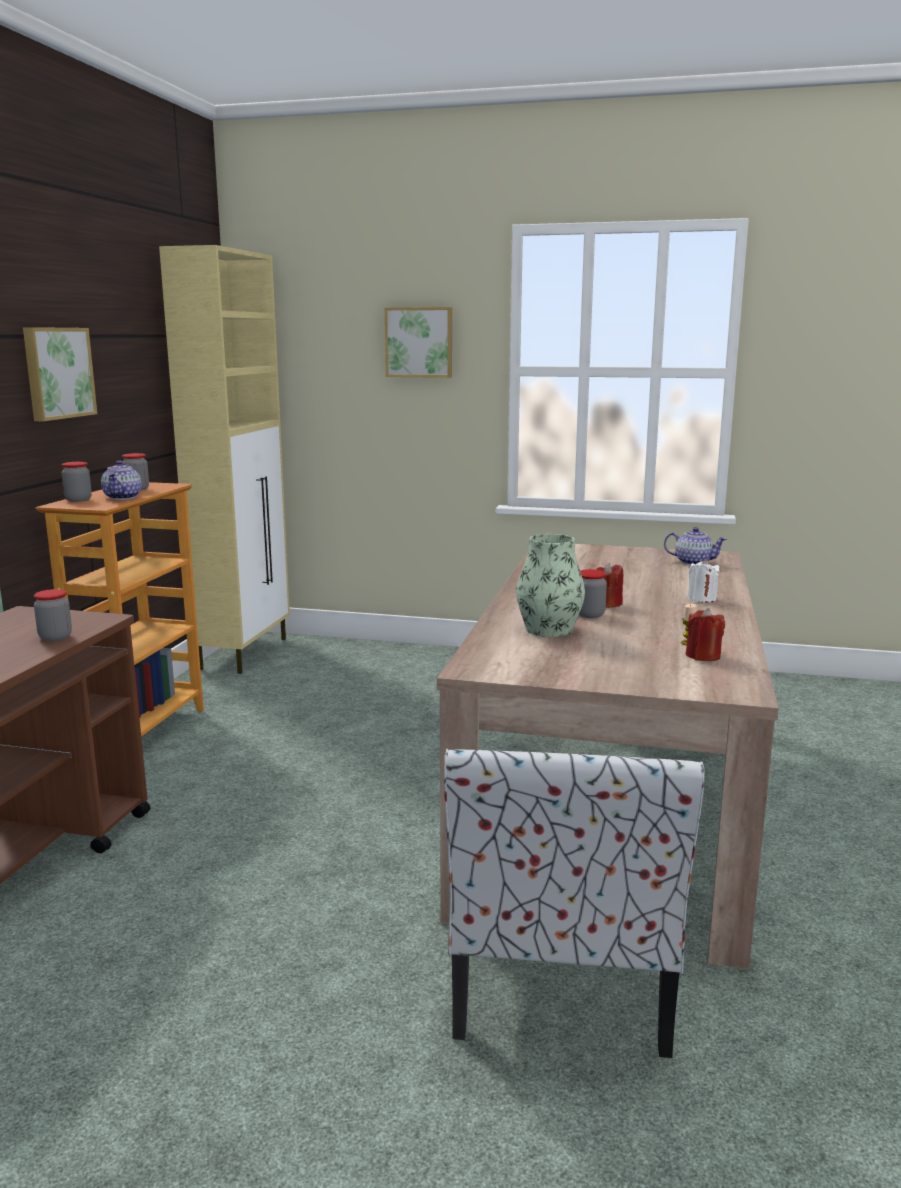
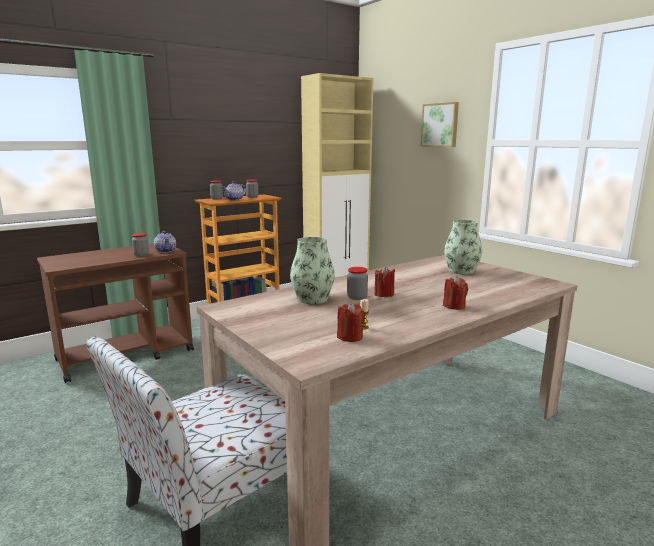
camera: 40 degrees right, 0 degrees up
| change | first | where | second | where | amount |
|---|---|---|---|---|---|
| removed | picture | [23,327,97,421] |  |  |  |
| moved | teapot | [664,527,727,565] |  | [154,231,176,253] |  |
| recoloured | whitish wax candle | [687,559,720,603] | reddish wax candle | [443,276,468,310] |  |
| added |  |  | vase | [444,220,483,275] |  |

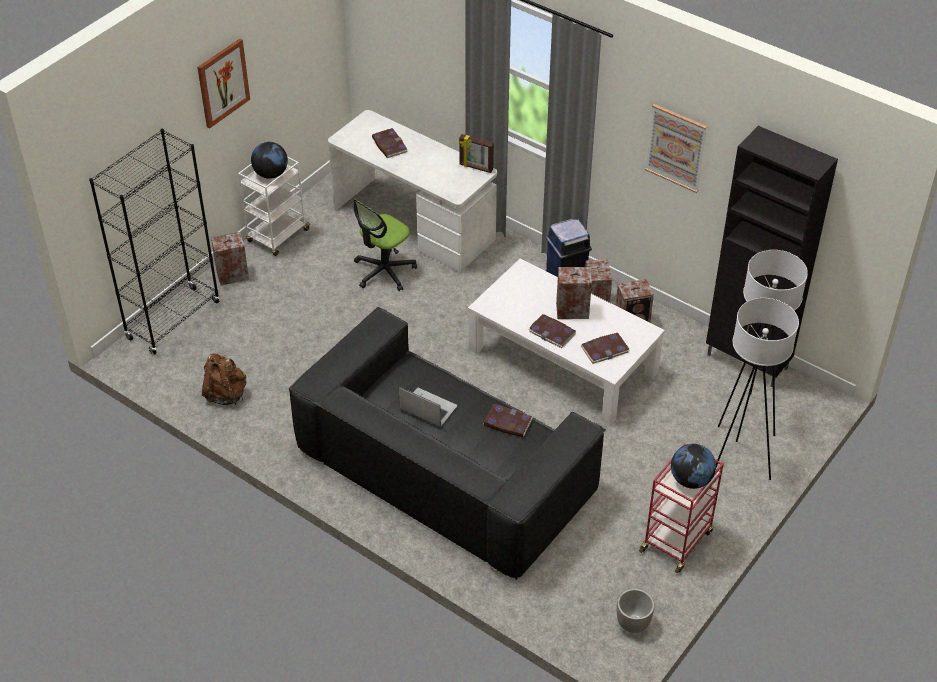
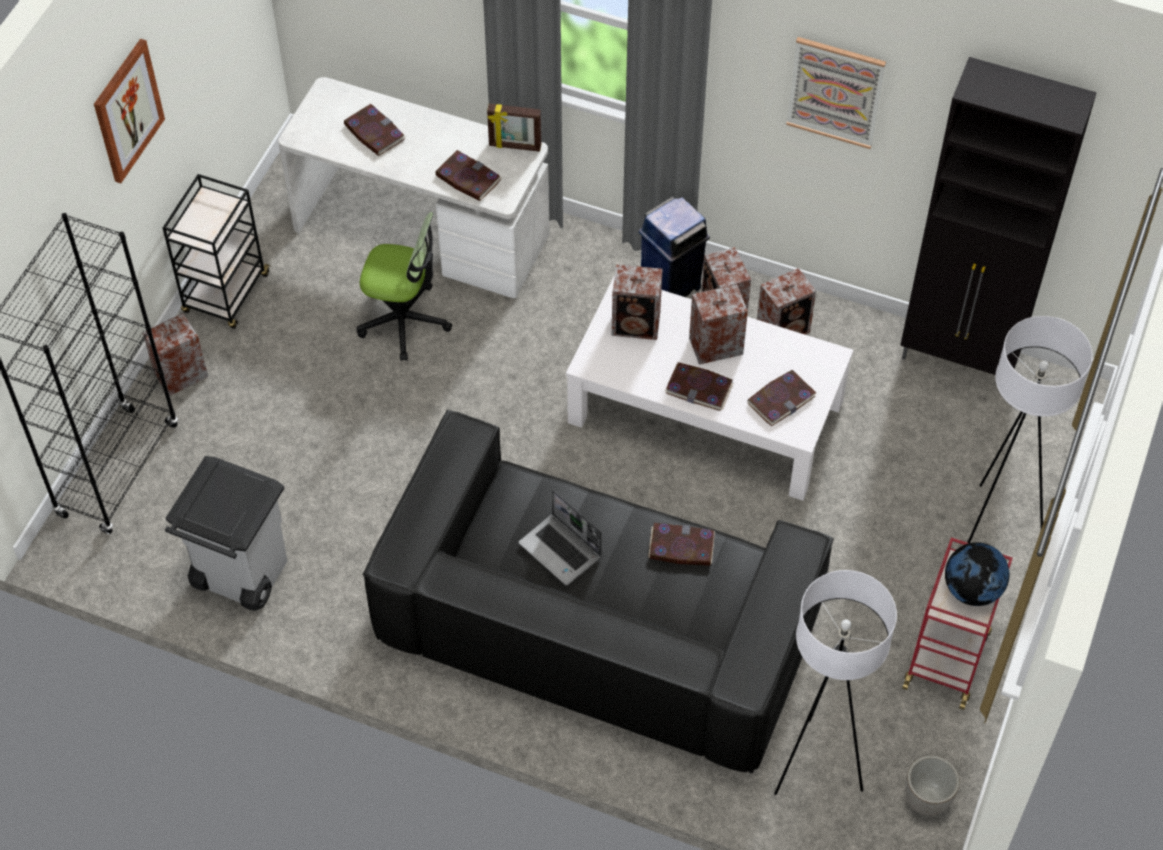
camera: 15 degrees left, 10 degrees up
| change | first | where | second | where | amount |
|---|---|---|---|---|---|
| replaced | brown-coloured backpack | [202,354,247,405] | greyish waste bin | [165,456,287,611] |  |
| recoloured | whitish wheeled cart | [238,157,311,256] | blackish wheeled cart | [163,174,271,329] |  |
| removed | world globe | [251,142,288,179] |  |  |  |
| turned | desk chair | [353,198,417,291] |  | [356,212,452,361] | 105 degrees counterclockwise |
| turned | portable computer | [399,387,457,427] |  | [519,489,602,586] | 150 degrees counterclockwise |
| moved | whitish standing lamp | [718,250,808,436] |  | [774,570,897,795] |  |
| added |  |  | volume | [435,150,502,201] |  |
| added |  |  | loudspeaker | [612,264,663,340] |  |

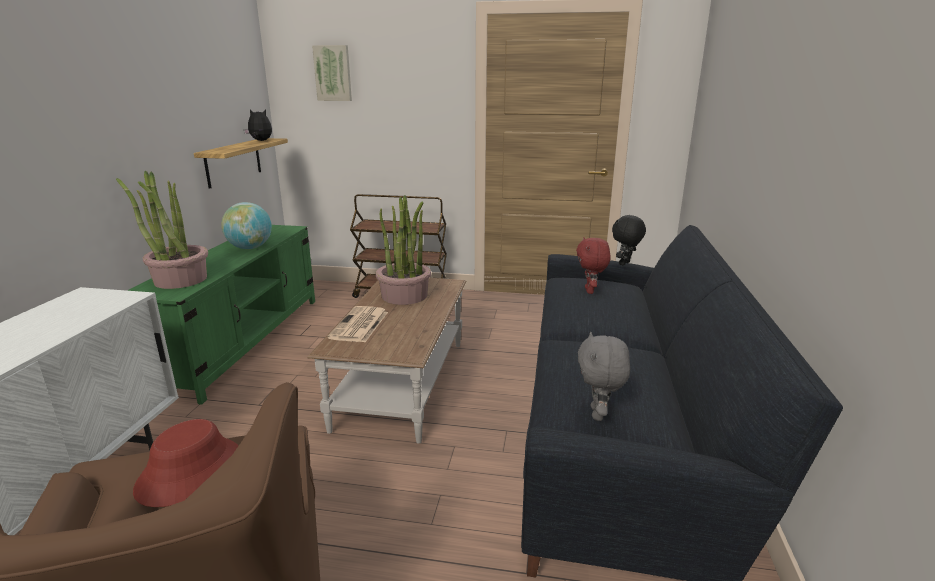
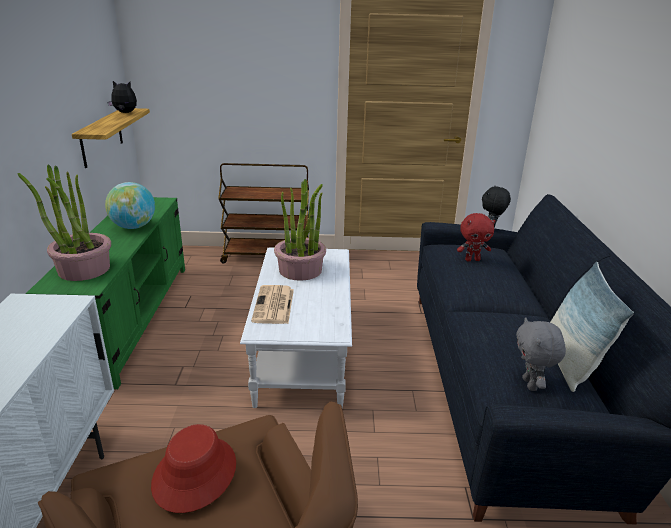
camera: 10 degrees left, 5 degrees up
| change | first | where | second | where | amount |
|---|---|---|---|---|---|
| recoloured | brown-coloured coffee table | [307,278,466,444] | whitish coffee table | [240,247,352,408] |  |
| removed | picture | [312,45,352,101] |  |  |  |
| turned | reddish soft toy | [576,237,611,294] |  | [457,213,496,261] | 90 degrees counterclockwise |
| added |  |  | throw pillow | [550,262,634,392] |  |

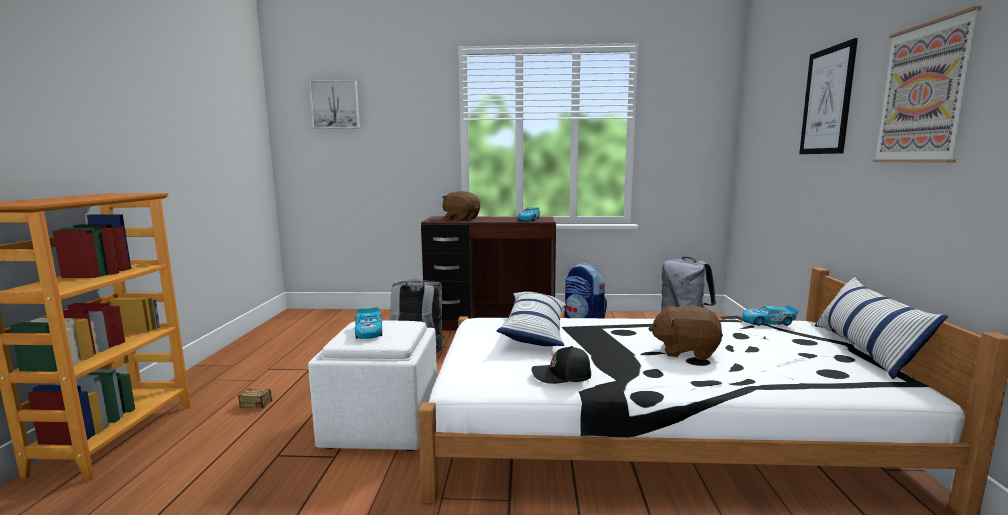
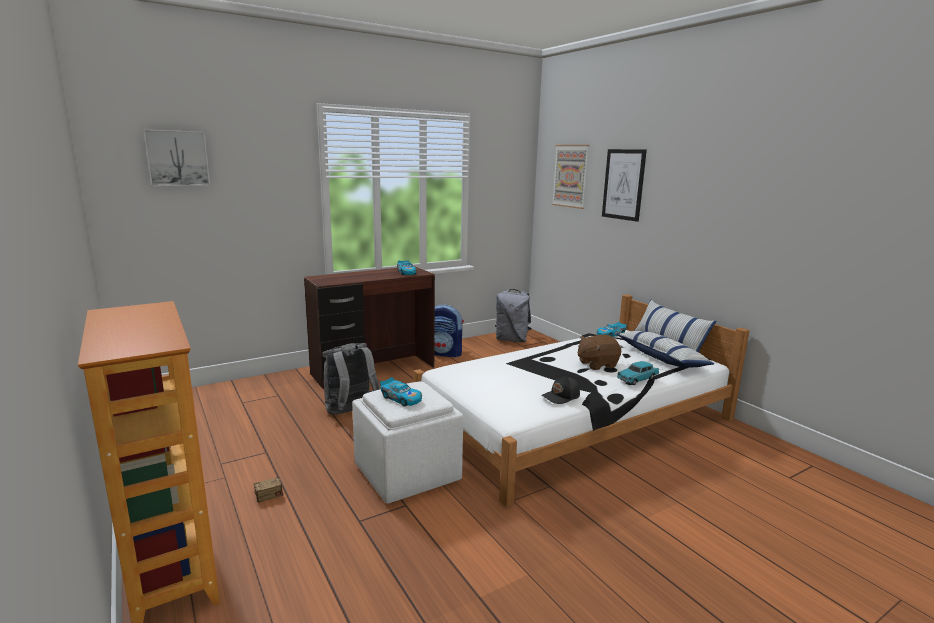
camera: 35 degrees left, 5 degrees up
| change | first | where | second | where | amount |
|---|---|---|---|---|---|
| removed | brown-coloured soft toy | [442,191,480,221] |  |  |  |
| moved | throw pillow | [497,292,567,346] |  | [616,331,714,368] |  |
| moved | picture | [873,6,982,163] |  | [552,145,590,209] |  |
| added |  |  | turquoise-coloured model car | [617,361,659,385] |  |

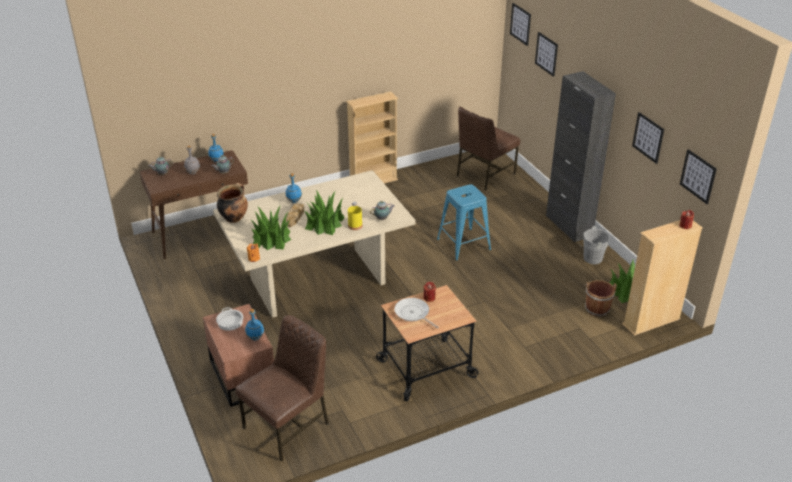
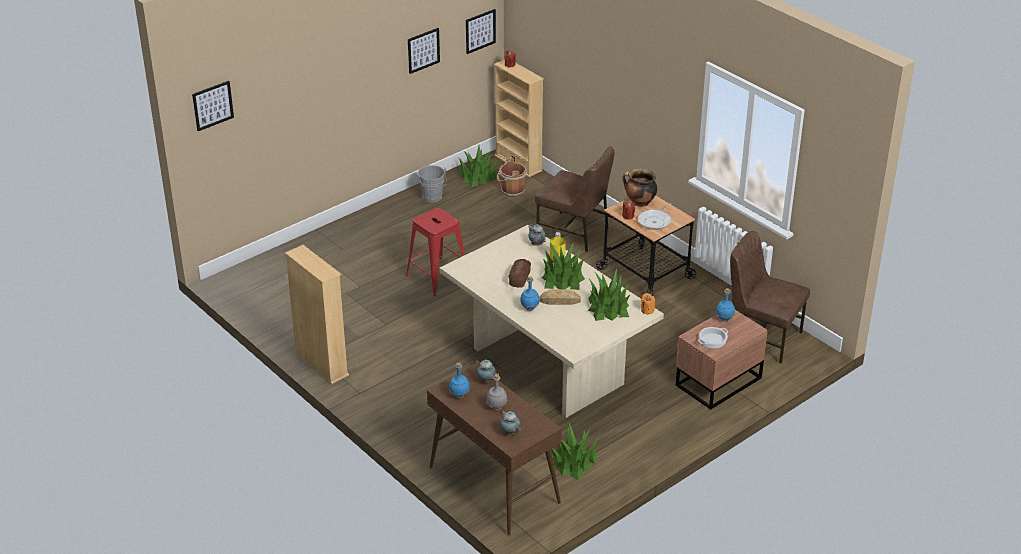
camera: 105 degrees left, 0 degrees up
| change | first | where | second | where | amount |
|---|---|---|---|---|---|
| moved | cooking pot | [217,183,248,223] |  | [622,168,657,207] |  |
| recoloured | blue stool | [437,184,491,261] | reddish stool | [406,208,465,296] |  |
| moved | brown-coloured chair | [457,107,520,191] |  | [535,146,615,252] |  |
| removed | picture | [535,32,558,77] |  |  |  |
| removed | blackish storage cabinet | [546,71,616,242] |  |  |  |
| added |  |  | baked bread | [509,259,531,288] |  |
| added |  |  | potted plant | [551,423,599,480] |  |

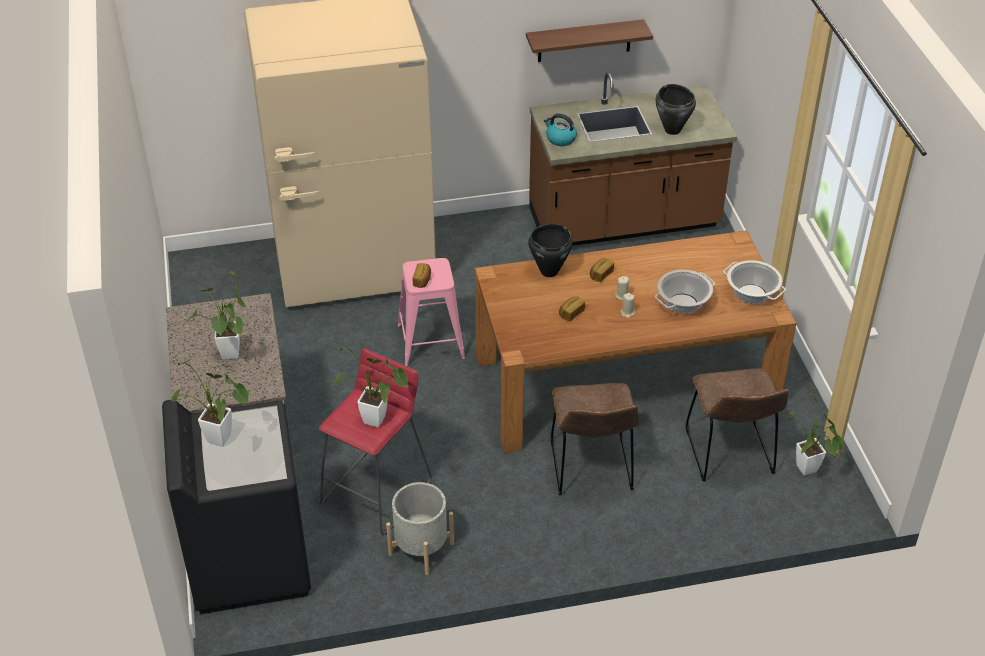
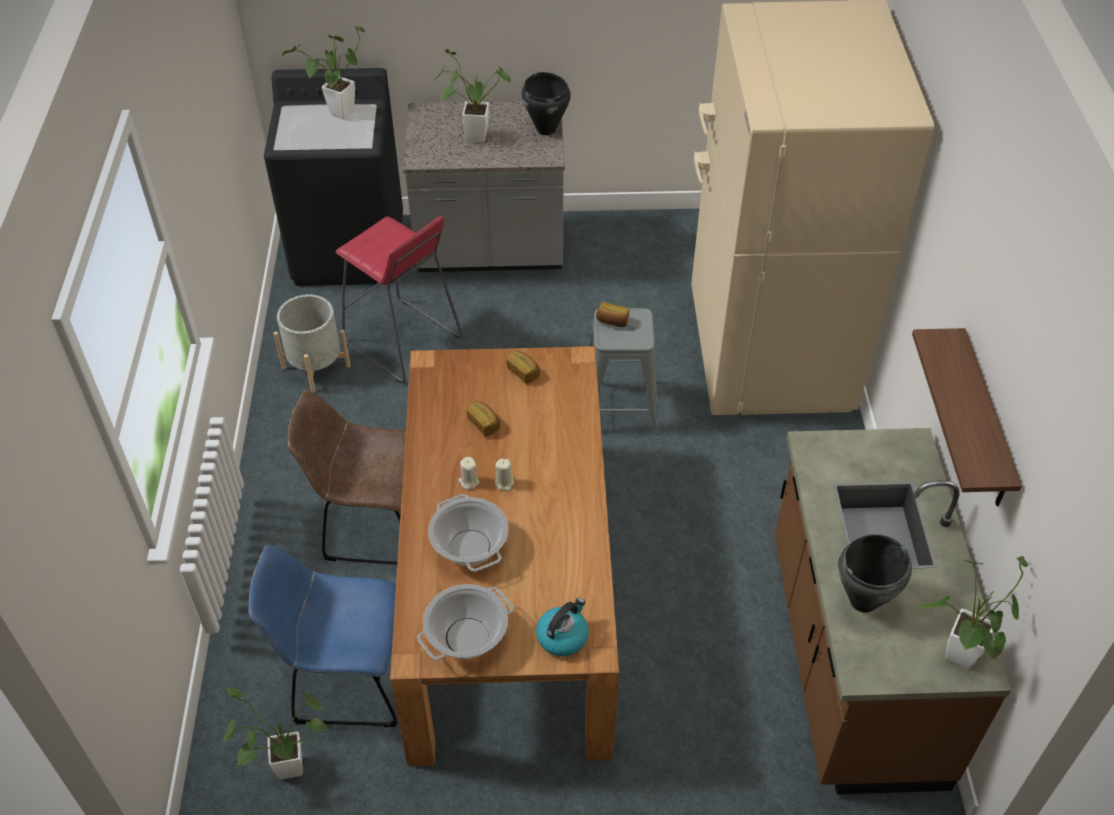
camera: 100 degrees right, 5 degrees up
| change | first | where | second | where | amount |
|---|---|---|---|---|---|
| moved | potted plant | [334,345,408,428] |  | [918,556,1028,669] |  |
| recoloured | pink stool | [397,258,466,367] | greyish stool | [589,308,658,435] |  |
| moved | blackish cooking pot | [528,224,573,277] |  | [522,72,571,135] |  |
| moved | tea kettle | [544,114,577,146] |  | [536,598,589,656] |  |
| moved | baked bread | [590,258,614,282] |  | [506,351,540,384] |  |
| recoloured | brown-coloured chair | [685,369,789,481] | blue chair | [248,545,397,727] |  |

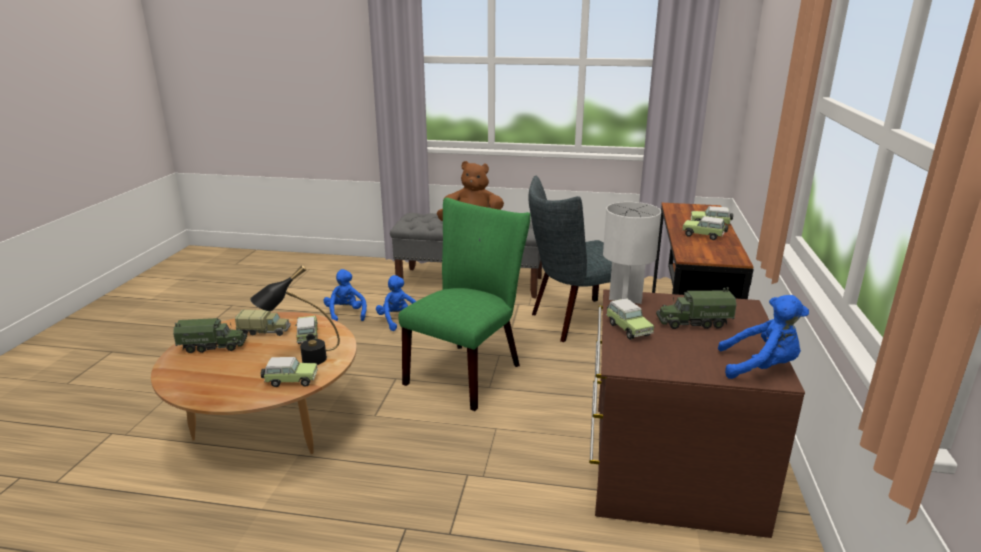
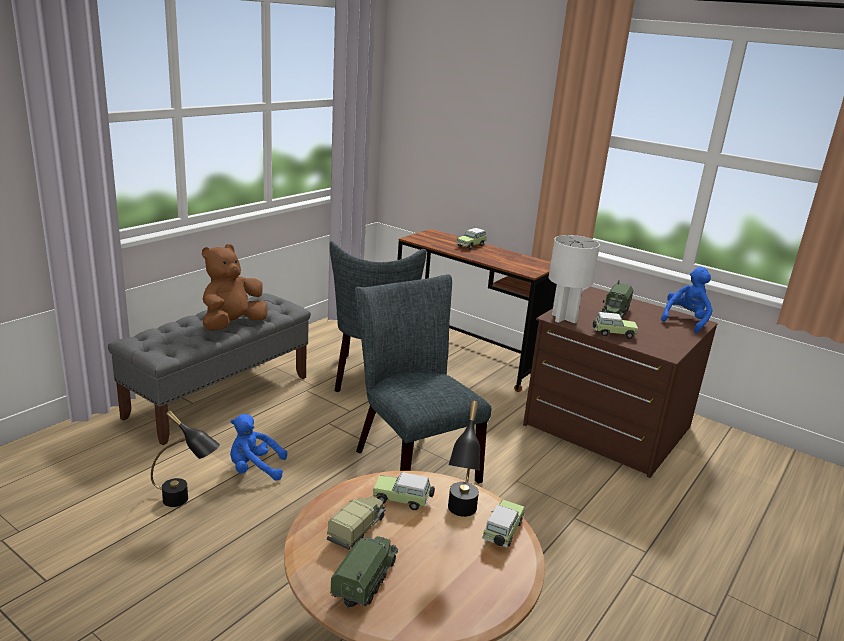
camera: 65 degrees left, 0 degrees up
| change | first | where | second | where | amount |
|---|---|---|---|---|---|
| replaced | blue soft toy | [323,269,367,321] | blackish table lamp | [151,410,220,507] |  |
| recoloured | green-coloured chair | [398,198,531,411] | greyish chair | [355,274,492,484] |  |
| removed | model car | [682,216,728,240] |  |  |  |

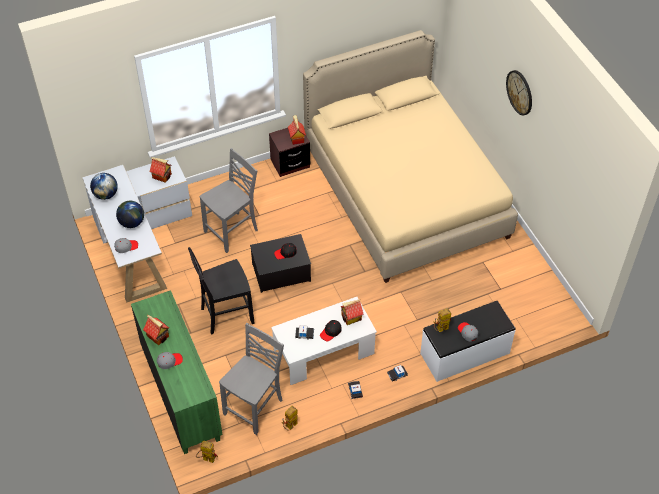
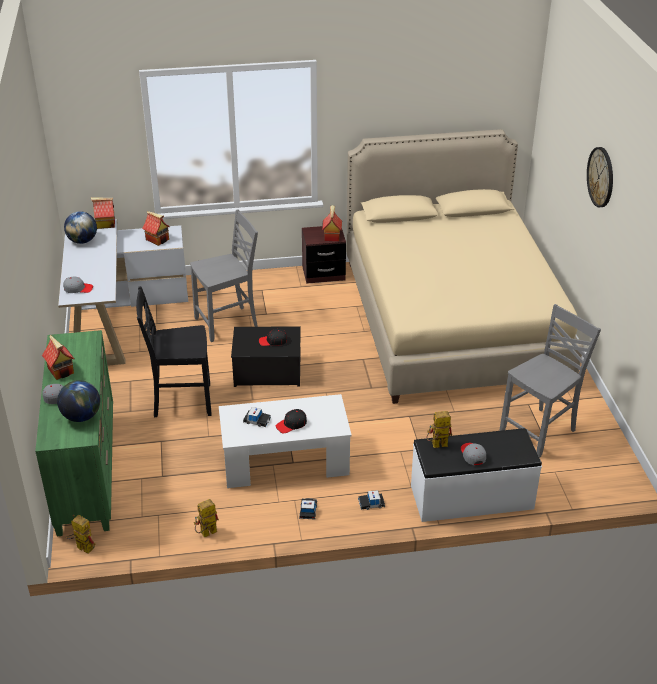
camera: 15 degrees right, 15 degrees down
| change | first | where | second | where | amount |
|---|---|---|---|---|---|
| moved | world globe | [116,201,144,228] |  | [57,380,100,422] |  |
| moved | greyish chair | [219,323,284,435] |  | [500,304,601,458] |  |
| moved | model house | [340,299,364,325] |  | [91,197,115,229] |  |

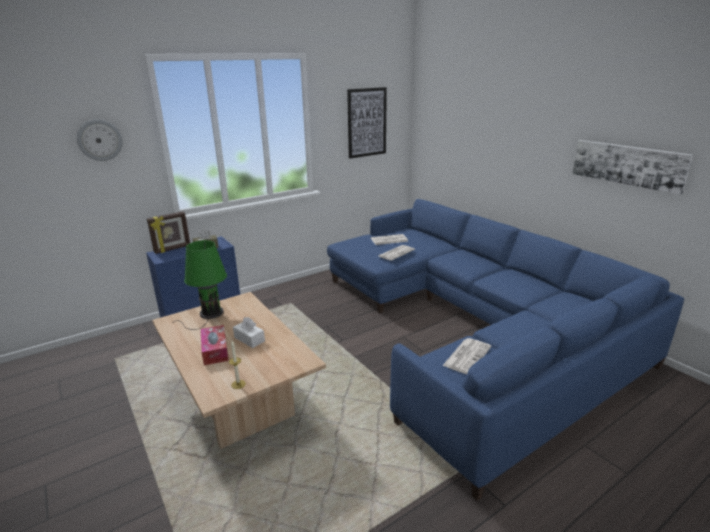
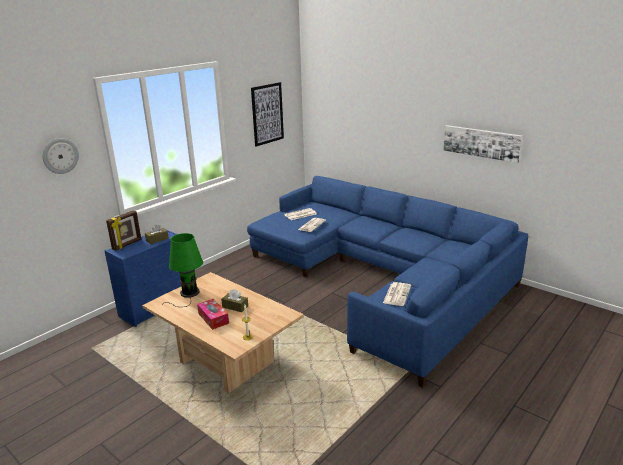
camera: 15 degrees left, 0 degrees up
| change | first | where | second | where | amount |
|---|---|---|---|---|---|
| recoloured | whitish box of tissues | [233,317,265,348] | brown-coloured box of tissues | [221,289,248,312] |  |

